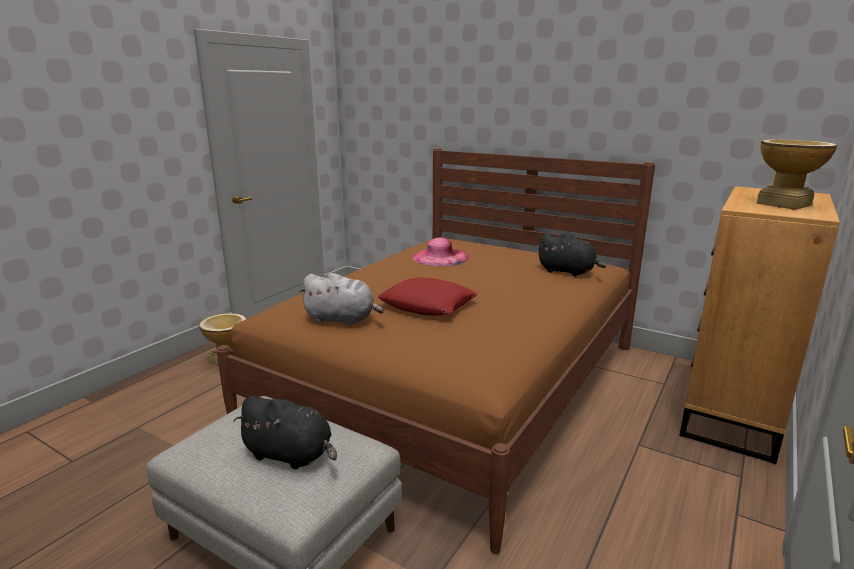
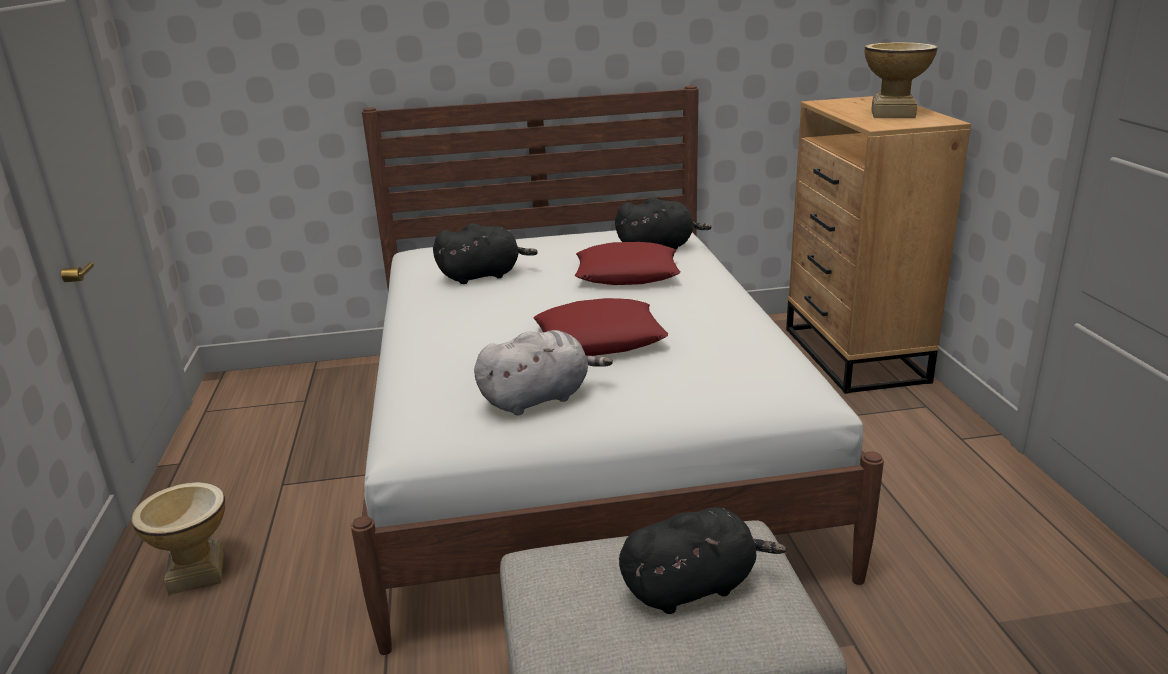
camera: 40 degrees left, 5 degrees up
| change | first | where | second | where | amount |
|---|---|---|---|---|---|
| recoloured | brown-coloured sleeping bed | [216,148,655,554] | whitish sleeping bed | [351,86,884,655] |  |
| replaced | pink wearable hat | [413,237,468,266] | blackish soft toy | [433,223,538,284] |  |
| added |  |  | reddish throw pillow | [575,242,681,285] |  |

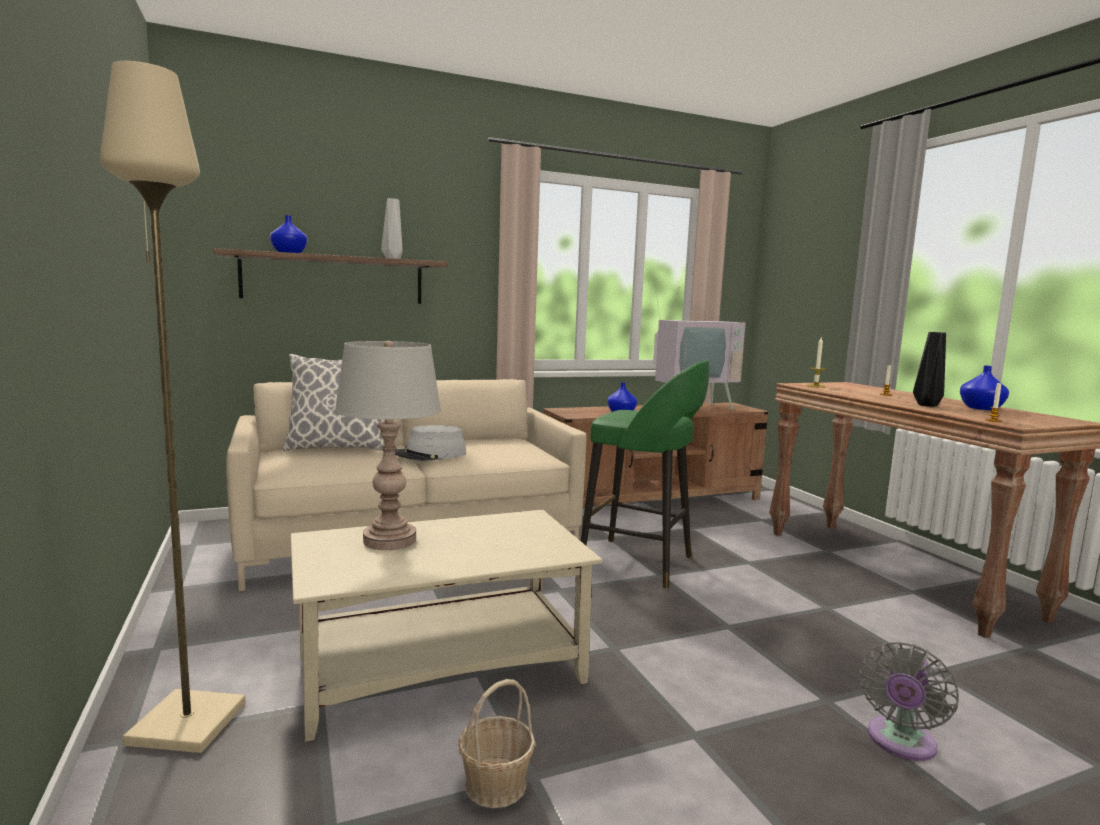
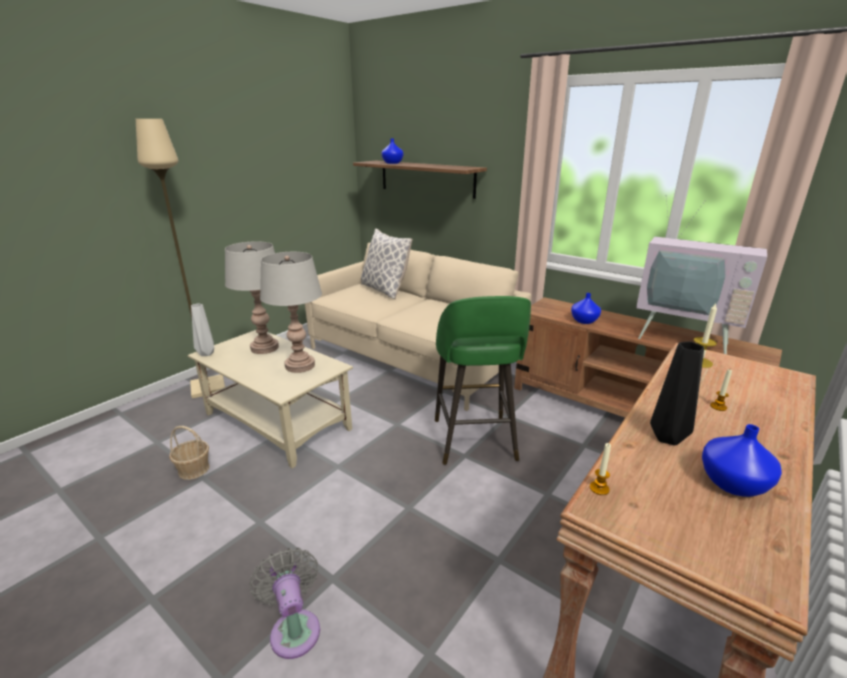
camera: 60 degrees right, 15 degrees up
| change | first | where | second | where | amount |
|---|---|---|---|---|---|
| moved | greyish vase | [381,198,402,259] |  | [191,303,214,356] |  |
| removed | greyish wearable hat | [395,425,466,461] |  |  |  |
| turned | greyish cooling fan | [859,641,959,761] |  | [250,547,320,659] | 60 degrees clockwise |
| added |  |  | greyish table lamp | [260,252,322,373] |  |

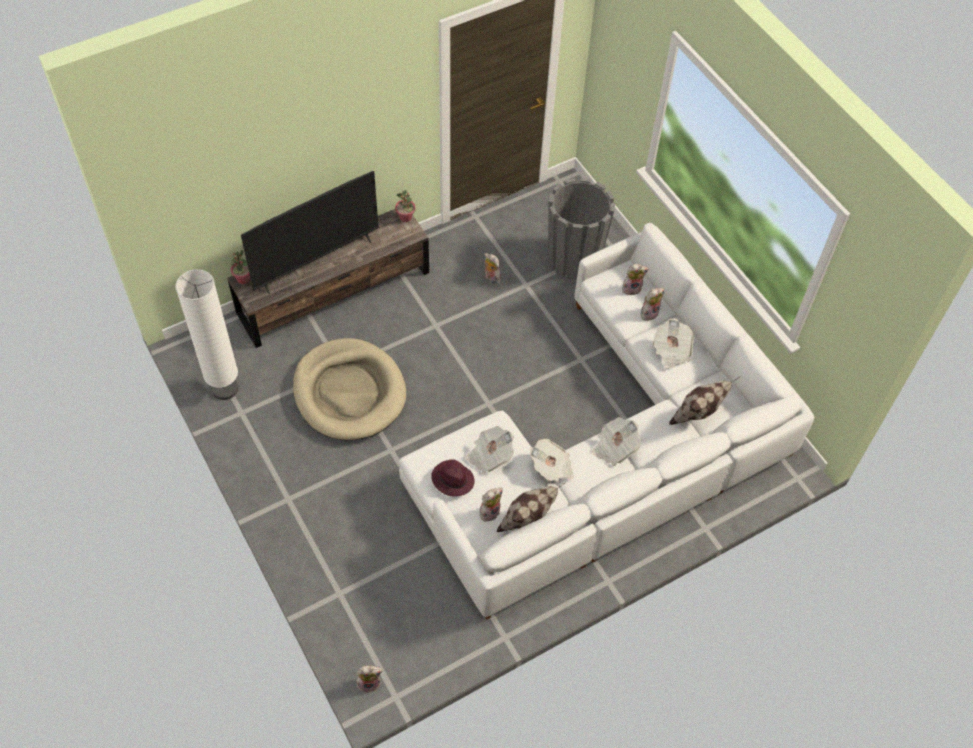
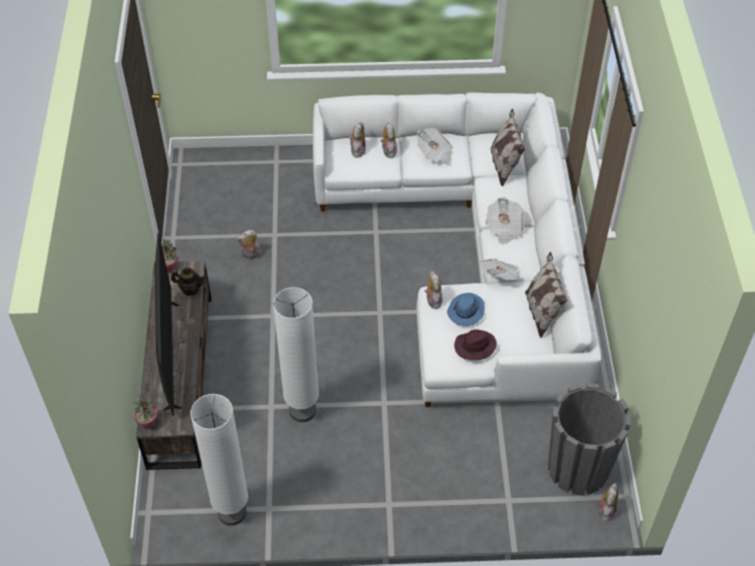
camera: 60 degrees left, 5 degrees down
| change | first | where | second | where | amount |
|---|---|---|---|---|---|
| replaced | sand-coloured dog cushion | [293,338,406,440] | whitish standing lamp | [273,287,319,422] |  |
| replaced | daily paper | [466,426,514,474] | blue wearable hat | [447,293,485,326] |  |
| moved | soft toy | [480,488,503,521] |  | [425,271,443,309] |  |
| moved | greyish flower pot | [548,178,615,280] |  | [548,383,631,495] |  |
| added |  |  | teapot | [171,267,205,296] |  |

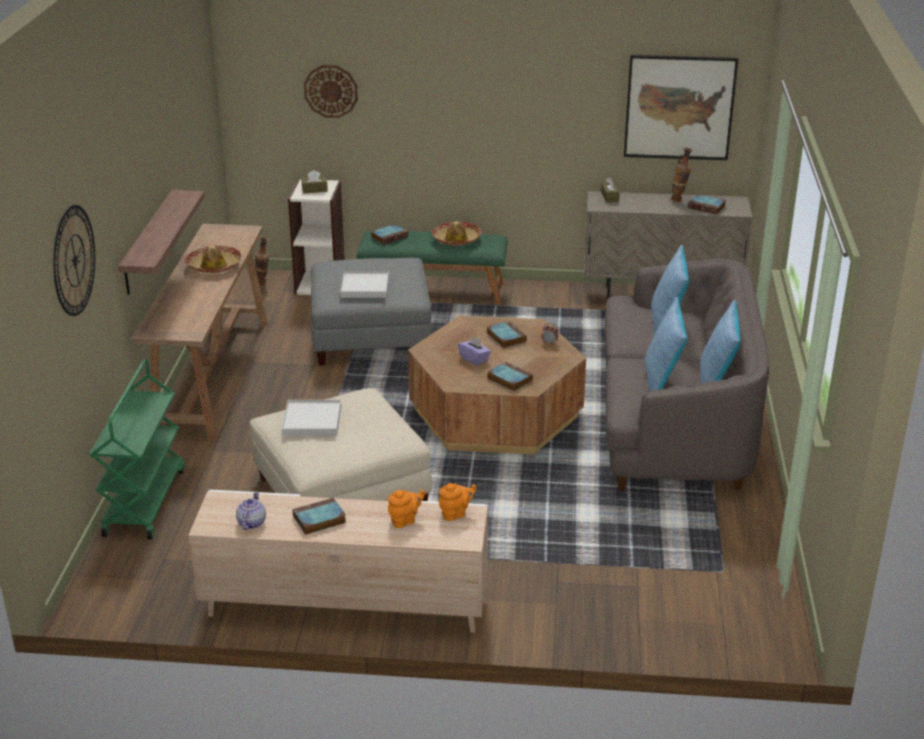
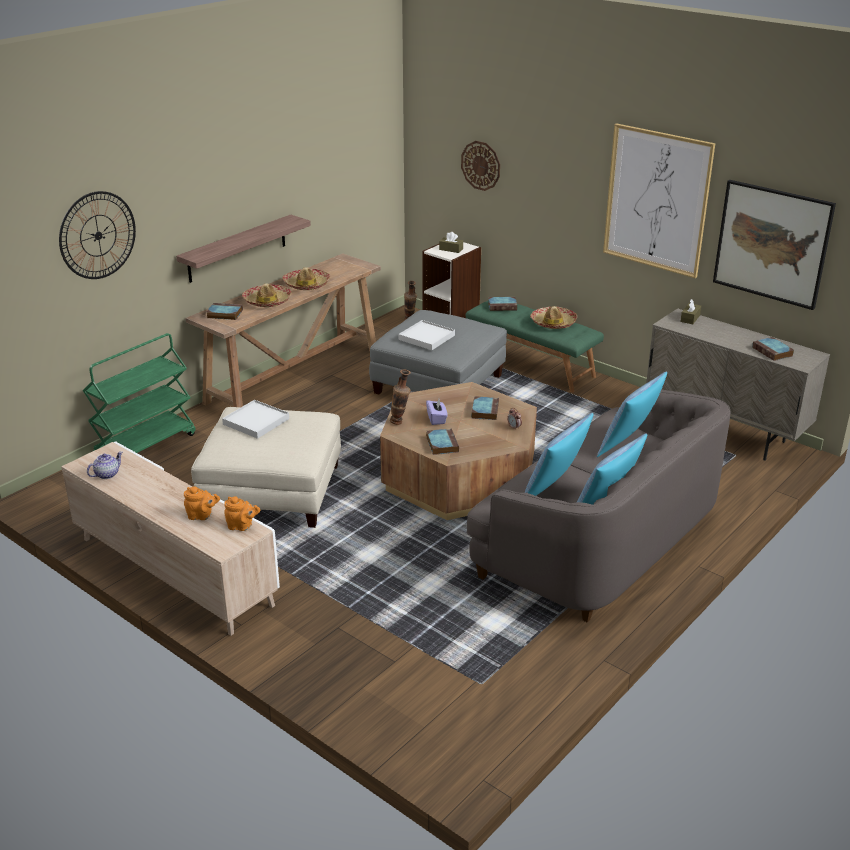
camera: 35 degrees right, 0 degrees up
| change | first | where | second | where | amount |
|---|---|---|---|---|---|
| moved | volume | [292,498,346,535] |  | [207,303,243,320] |  |
| moved | vase | [670,148,693,202] |  | [390,369,411,425] |  |
| added |  |  | wearable hat | [242,283,291,307] |  |
| added |  |  | picture | [603,123,715,278] |  |

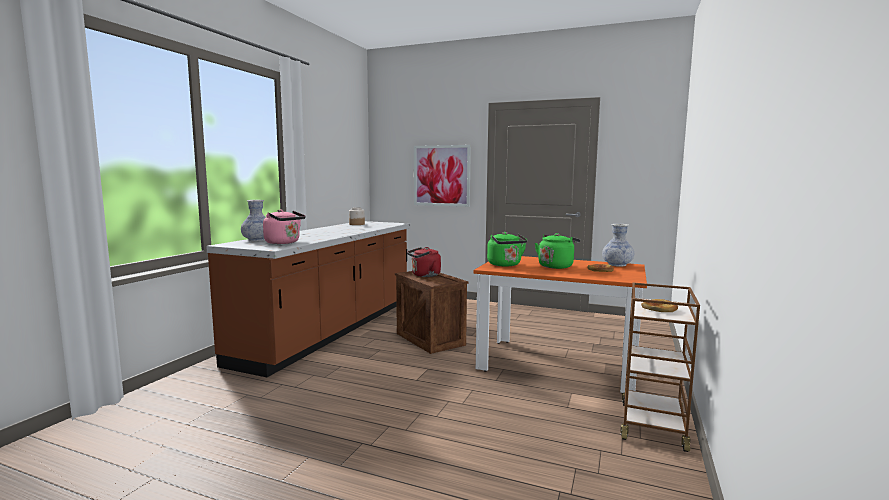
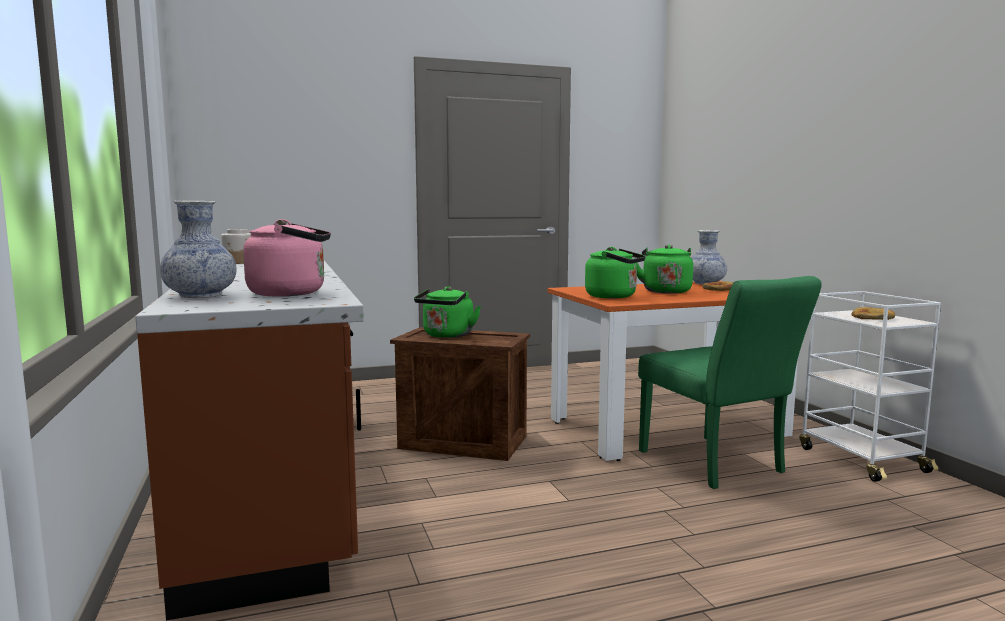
camera: 40 degrees left, 0 degrees up
| change | first | where | second | where | amount |
|---|---|---|---|---|---|
| recoloured | reddish tea kettle | [407,247,441,277] | green-coloured tea kettle | [414,286,481,338] |  |
| removed | picture | [414,145,471,207] |  |  |  |
| recoloured | brown-coloured wheeled cart | [620,282,700,452] | whitish wheeled cart | [800,291,941,482] |  |
| added |  |  | green-coloured chair | [638,276,822,489] |  |

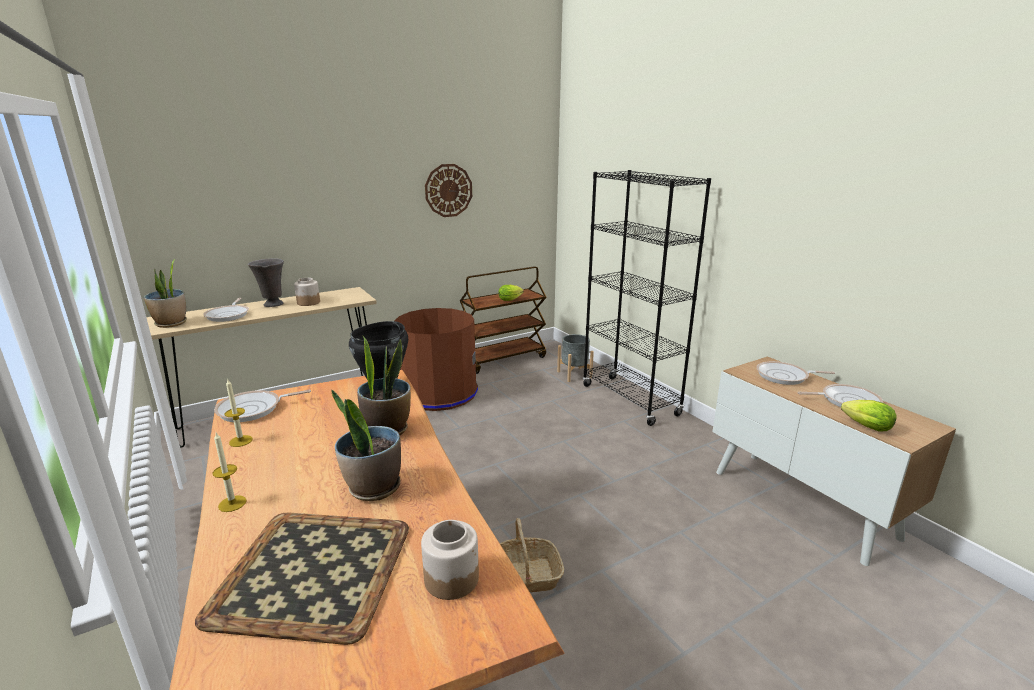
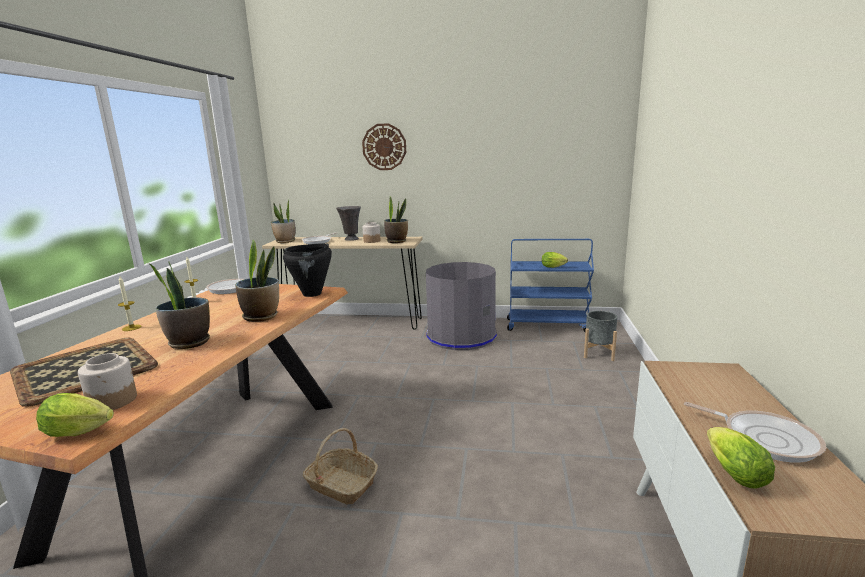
camera: 40 degrees right, 5 degrees down
| change | first | where | second | where | amount |
|---|---|---|---|---|---|
| recoloured | brown-coloured waste bin | [395,308,478,411] | greyish waste bin | [426,262,497,350] |  |
| moved | clock on the wall | [425,164,472,217] |  | [362,123,406,170] |  |
| recoloured | brown-coloured wheeled cart | [460,266,547,374] | blue wheeled cart | [507,239,594,332] |  |
| removed | blackish shelving unit | [583,170,711,426] |  |  |  |
| removed | pan | [756,361,835,385] |  |  |  |
| added |  |  | lettuce | [36,393,114,437] |  |
| added |  |  | potted plant | [384,197,408,243] |  |

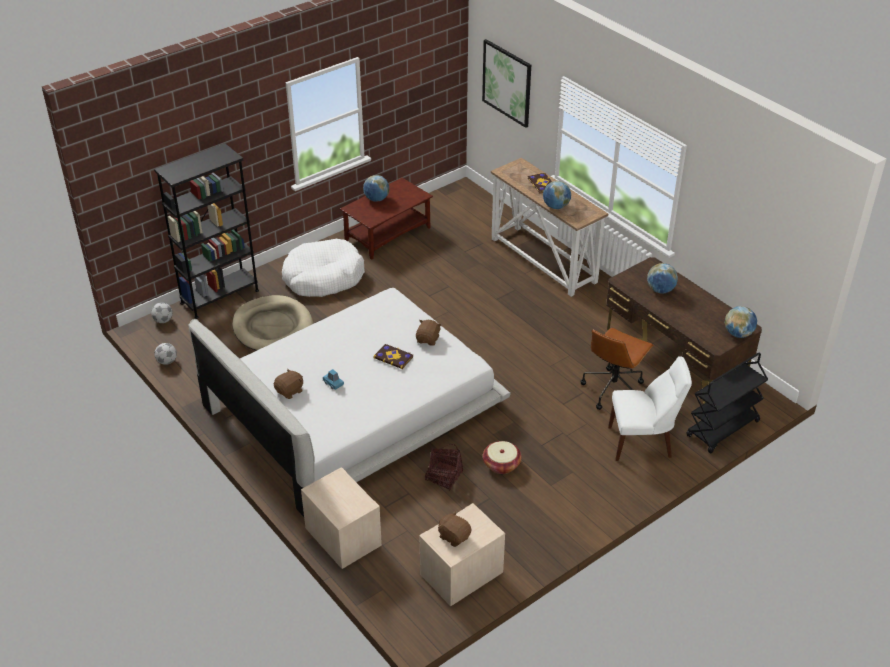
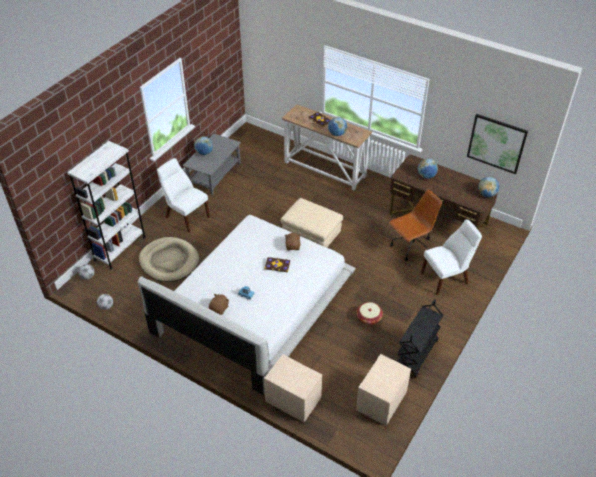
camera: 20 degrees left, 5 degrees up
| change | first | where | second | where | amount |
|---|---|---|---|---|---|
| recoloured | blackish shelving unit | [154,143,259,319] | whitish shelving unit | [67,141,146,269] |  |
| replaced | whitish dog cushion | [282,239,365,297] | whitish chair | [157,158,210,233] |  |
| recoloured | brown-coloured coffee table | [340,178,433,260] | greyish coffee table | [183,133,241,196] |  |
| removed | storage basket | [425,444,463,490] |  |  |  |
| removed | brown-coloured soft toy | [438,511,471,547] |  |  |  |
| moved | picture | [482,39,531,128] |  | [467,114,528,174] |  |
| turned | brown-coloured desk chair | [581,328,654,410] |  | [389,189,442,261] | 135 degrees counterclockwise |
| moved | blackish wheeled cart | [686,353,768,453] |  | [397,299,443,378] |  |
| added |  |  | sand-coloured pouffe | [280,198,343,248] |  |

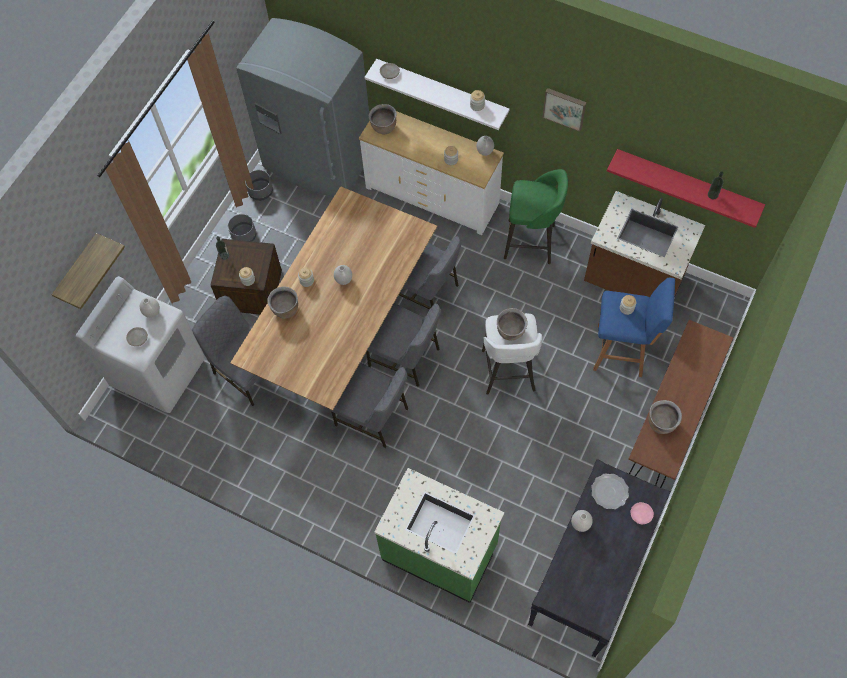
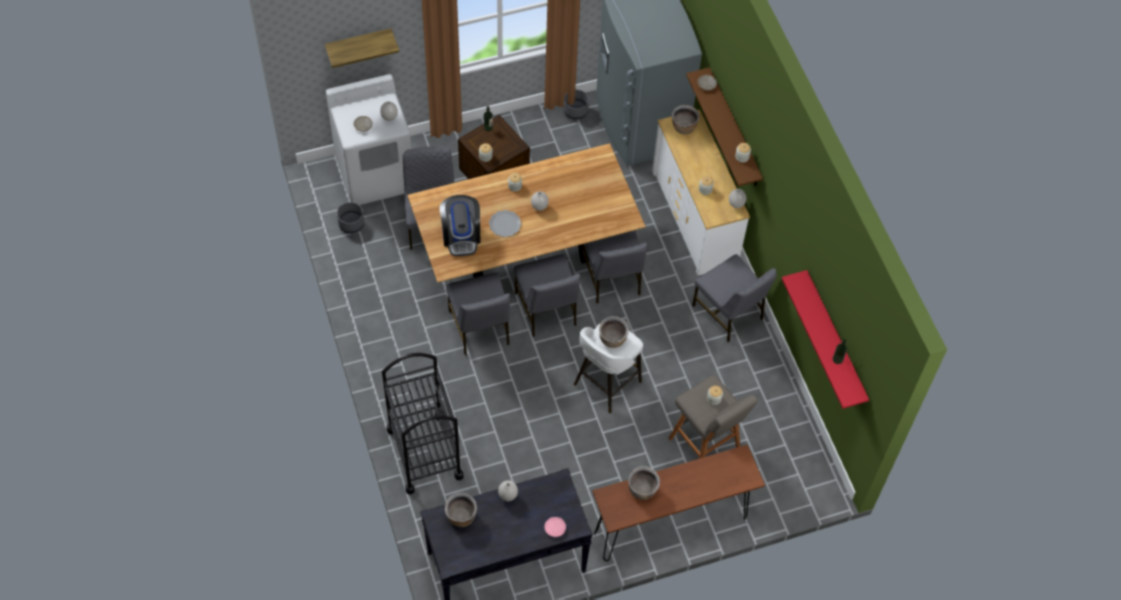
camera: 40 degrees right, 5 degrees down
| change | first | where | second | where | amount |
|---|---|---|---|---|---|
| moved | greyish flower pot | [228,214,256,242] |  | [337,202,364,234] |  |
| moved | brown-coloured cooking pot | [267,287,298,319] |  | [445,493,477,527] |  |
| recoloured | whitish shelf | [364,59,510,130] | brown-coloured shelf | [686,67,763,187] |  |
| replaced | green-coloured kitchen base unit | [374,468,504,603] | blackish wheeled cart | [382,353,464,494] |  |
| replaced | green-coloured stool | [504,169,568,264] | greyish chair | [692,254,777,342] |  |
| removed | picture | [542,88,586,132] |  |  |  |
| removed | brown-coloured kitchen base unit | [584,191,705,298] |  |  |  |
| moved | plate | [591,473,629,509] |  | [489,210,521,237] |  |
| recoloured | blue stool | [593,278,675,377] | greyish stool | [668,375,758,459] |  |
| added |  |  | coffee brewer | [440,195,481,256] |  |

